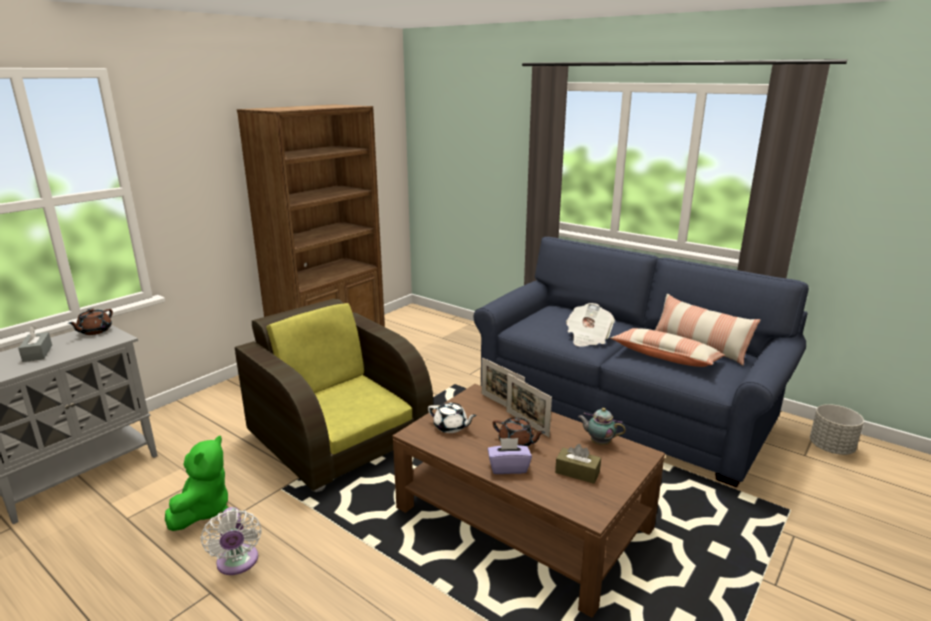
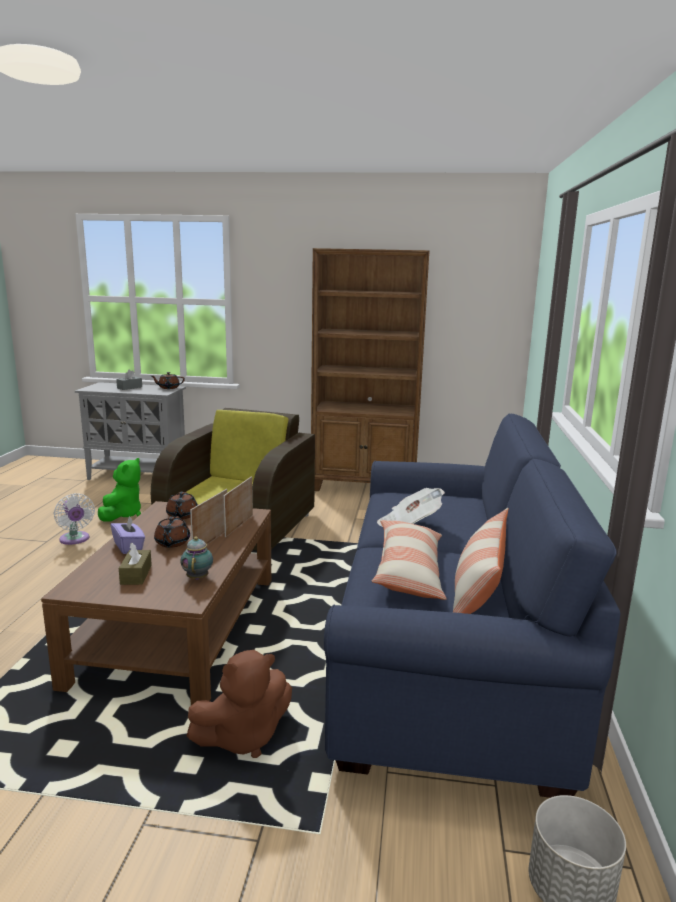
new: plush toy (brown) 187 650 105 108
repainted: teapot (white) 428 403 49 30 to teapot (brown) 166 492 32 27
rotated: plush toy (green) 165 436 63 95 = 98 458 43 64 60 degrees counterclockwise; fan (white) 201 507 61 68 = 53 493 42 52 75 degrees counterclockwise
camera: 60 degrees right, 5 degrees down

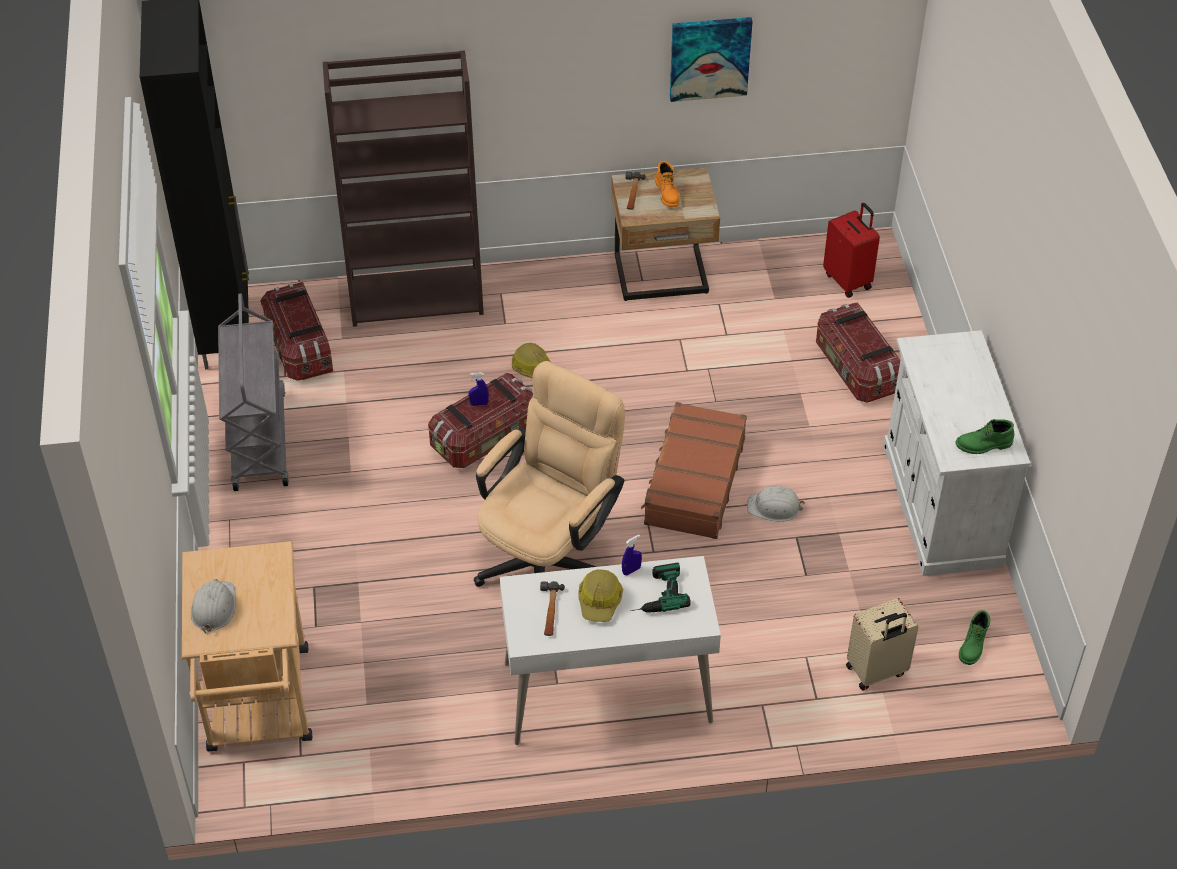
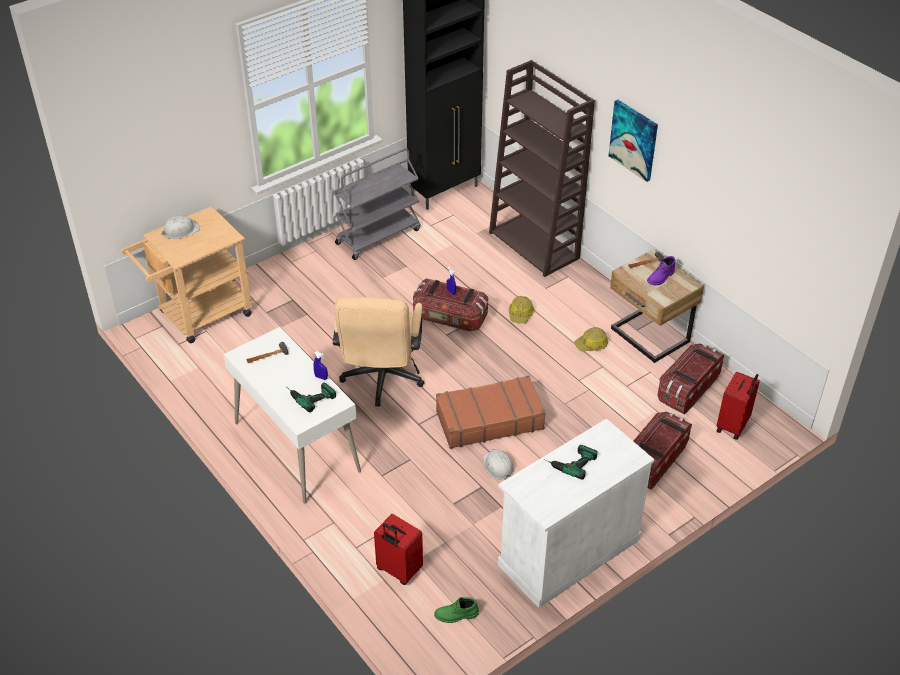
gone: boot (green) 955 419 59 35
new: power drill 543 445 55 35
shifted: storage box 260 282 73 99 to 657 344 67 71; hard hat 578 569 45 53 to 574 327 34 24; picture 670 17 83 85 to 609 100 49 82
repainted: boot (orange) 655 161 25 46 to boot (purple) 647 256 28 29; suitcase (beige) 846 598 72 92 to suitcase (red) 374 514 49 71
rotated: office chair (beige) 474 361 151 226 = 333 297 91 110 90 degrees clockwise
camera: 60 degrees right, 5 degrees down

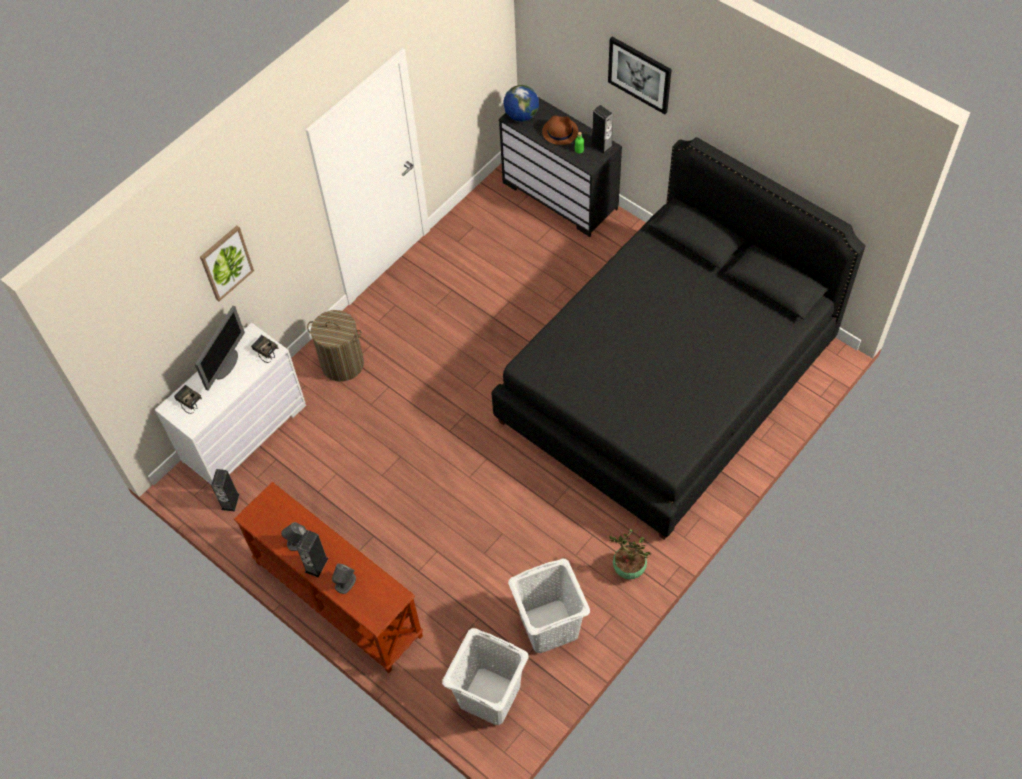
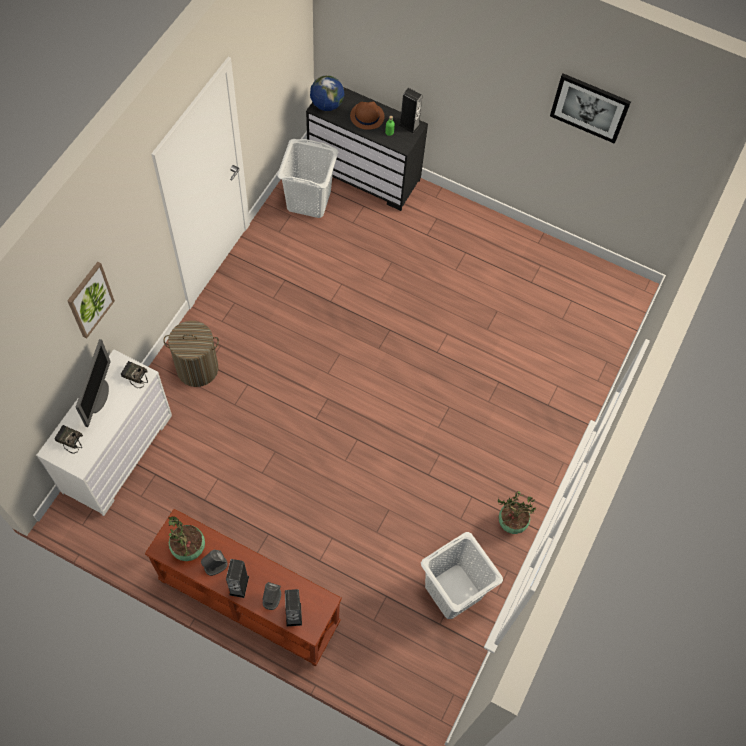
gone: bed (black) 491 137 374 403
new: potted plant 169 516 36 45
shifted: speaker 211 469 29 43 to 285 589 17 37; laundry basket (white) 442 628 87 97 to 277 139 62 79; picture 608 37 64 77 to 550 74 81 70
camera: 20 degrees left, 5 degrees up

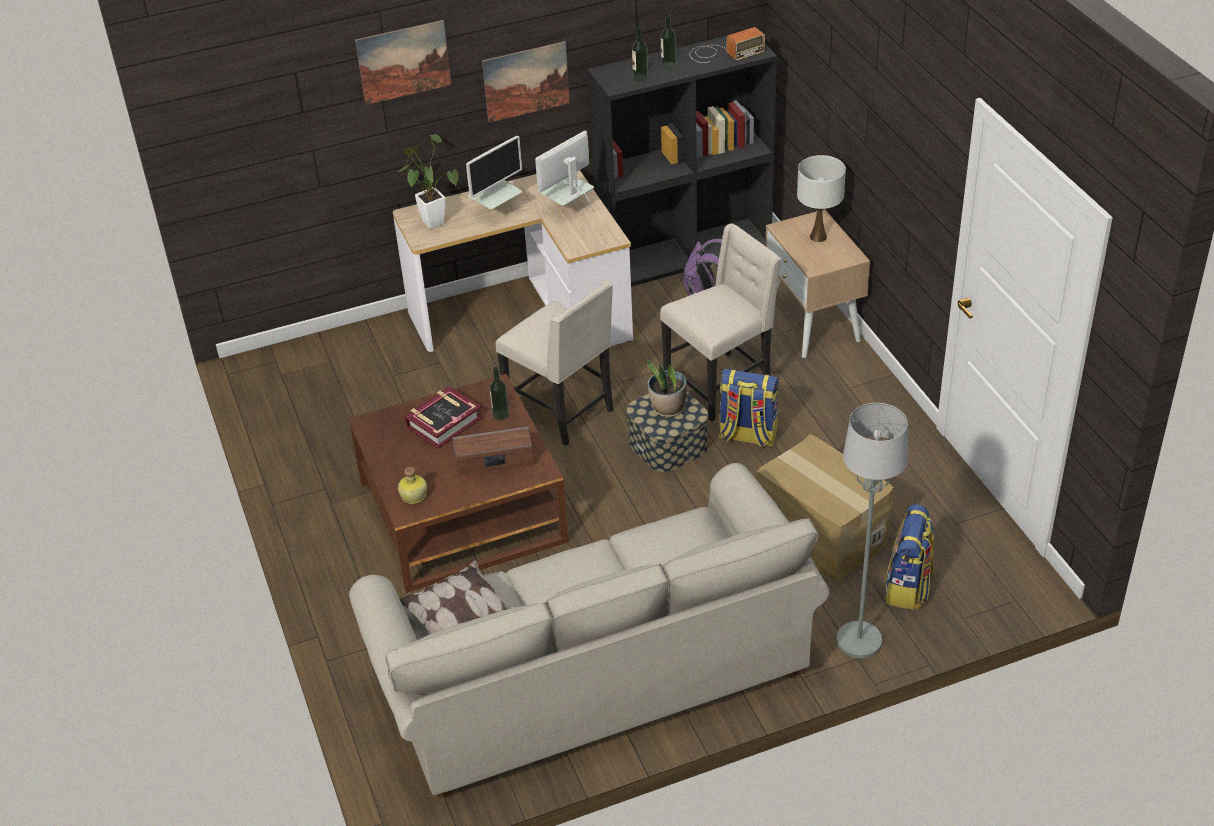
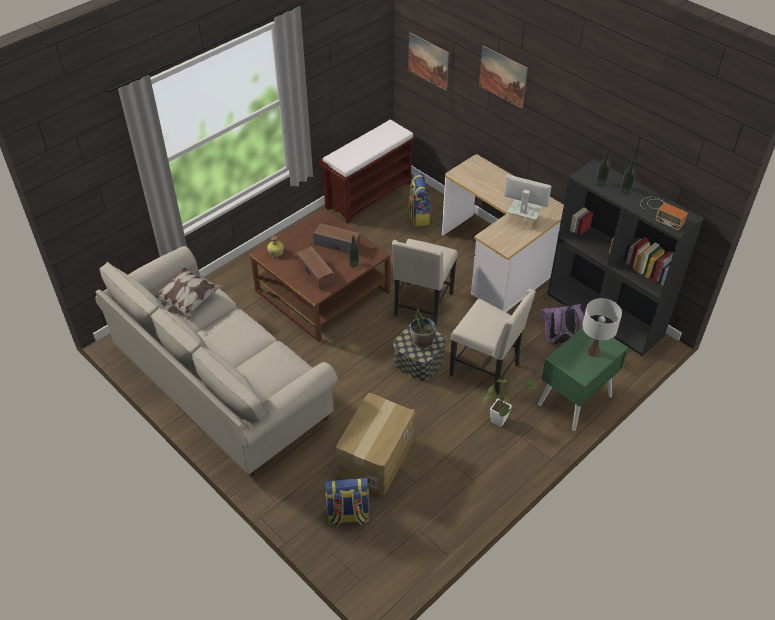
gone: monitor 466 136 56 73; floor lamp (grey) 836 403 72 255
new: bench (brown) 319 120 97 103
shifted: potted plant 398 134 60 95 to 483 373 53 54; picture 482 41 88 82 to 408 32 41 59; backpack 719 369 60 78 to 407 173 24 53
swapped: book 405 386 78 63 to speaker 313 223 47 30
repainted: nightstand (beige) 766 209 104 149 to nightstand (green) 538 328 90 103
camera: 65 degrees right, 5 degrees up

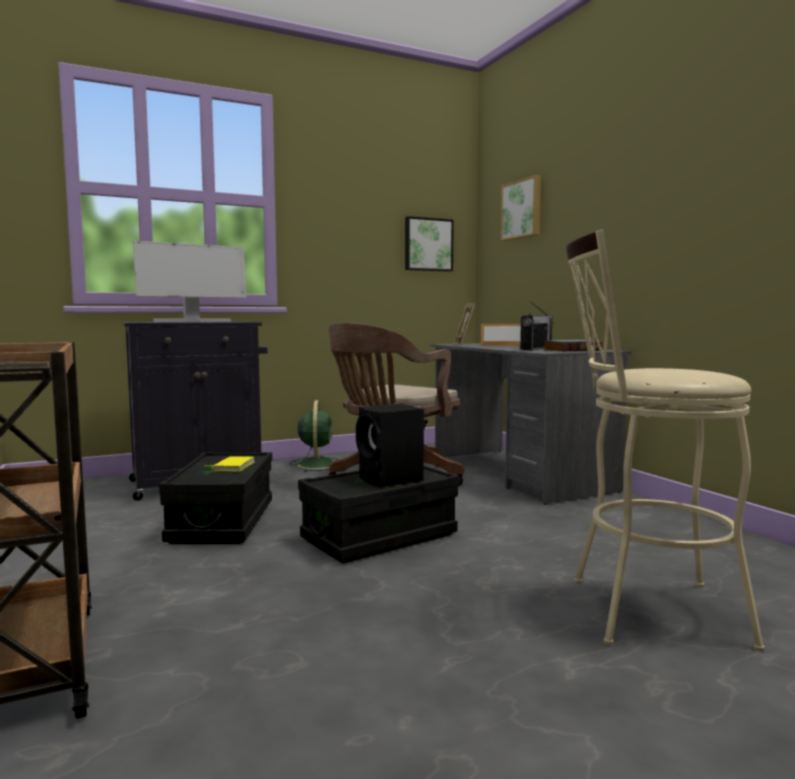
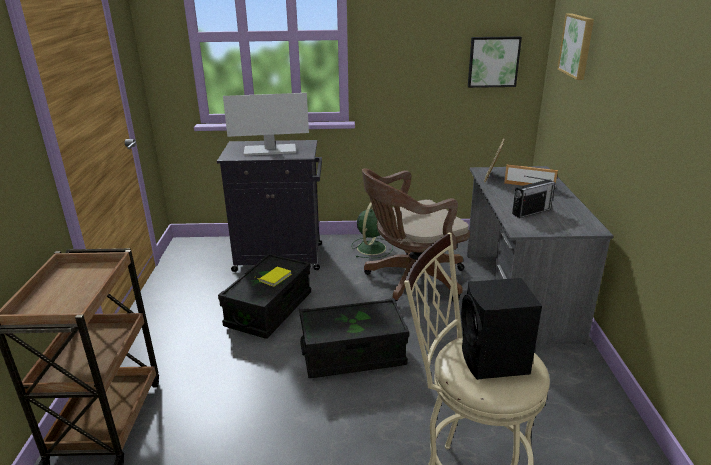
gone: book 545 340 58 12
shifted: speaker (black) 356 404 68 84 to 461 278 81 102
camera: 25 degrees right, 20 degrees up

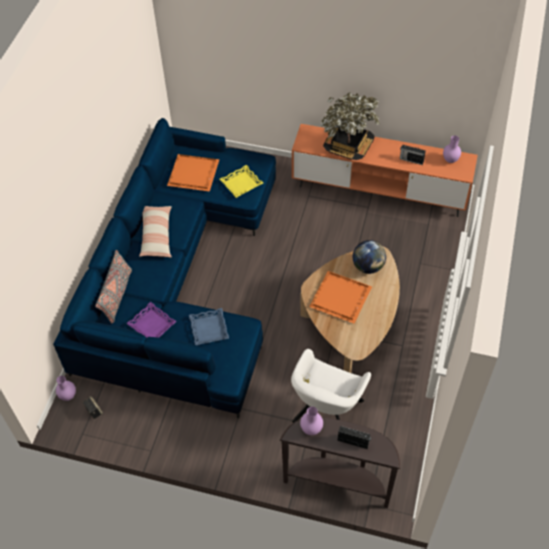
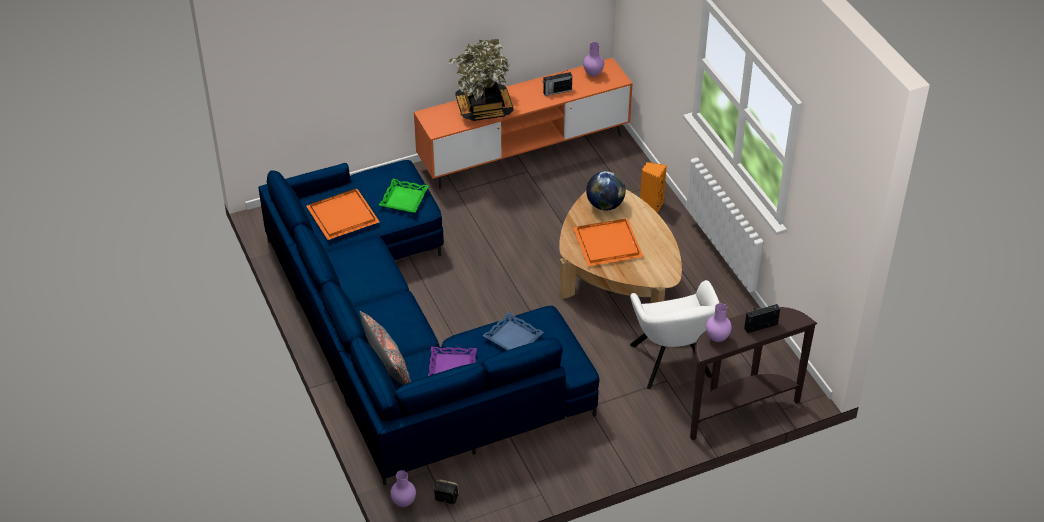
gone: pillow 139 206 33 52
new: speaker (orange) 640 162 27 50
repainted: tray (yellow) 220 165 43 33 to tray (green) 379 179 50 34
camera: 40 degrees left, 10 degrees down

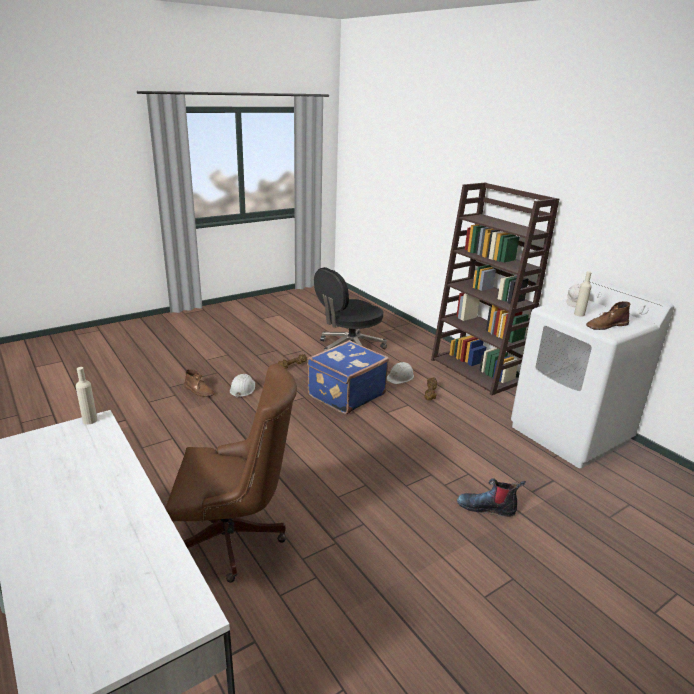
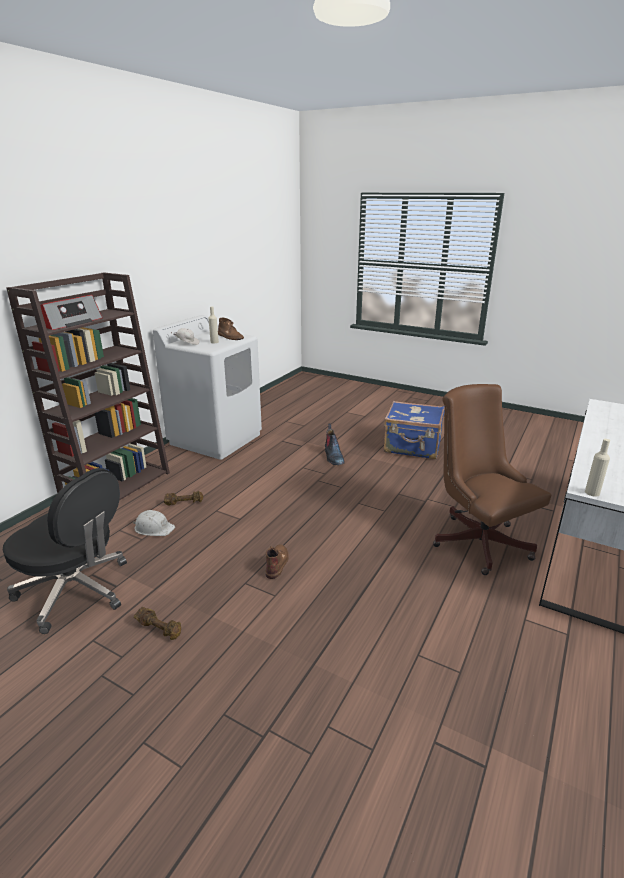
gone: hard hat (white) 230 374 25 23
new: radio 40 295 63 35
shifted: boot (brown) 184 369 31 28 to 265 544 24 35; suitcase (blue) 307 340 82 74 to 384 401 60 58
camera: 115 degrees left, 0 degrees up

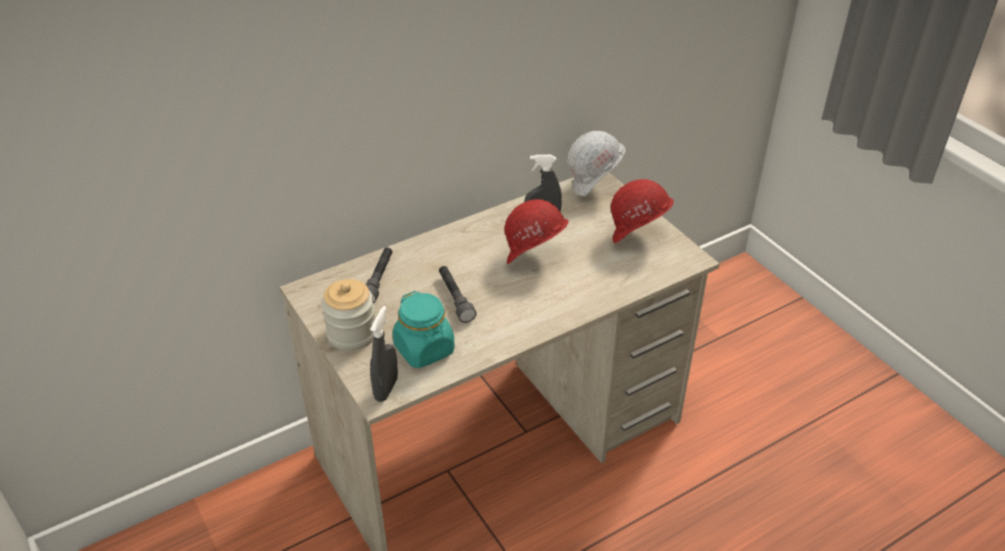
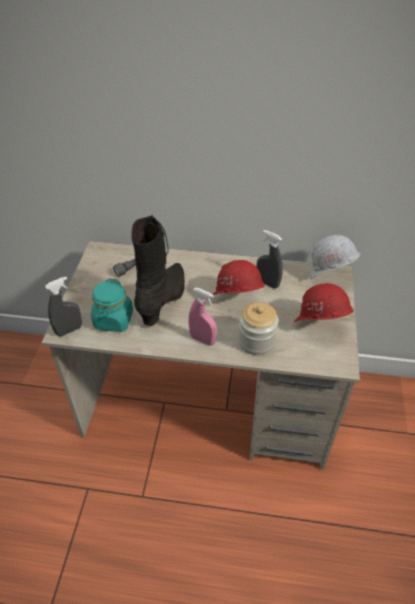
new: spray bottle (pink) 189 288 28 58
shifted: jar 321 279 54 72 to 238 302 41 53
swapped: flashlight (grey) 439 266 38 57 to boot (black) 131 215 54 111
camera: 40 degrees right, 5 degrees up

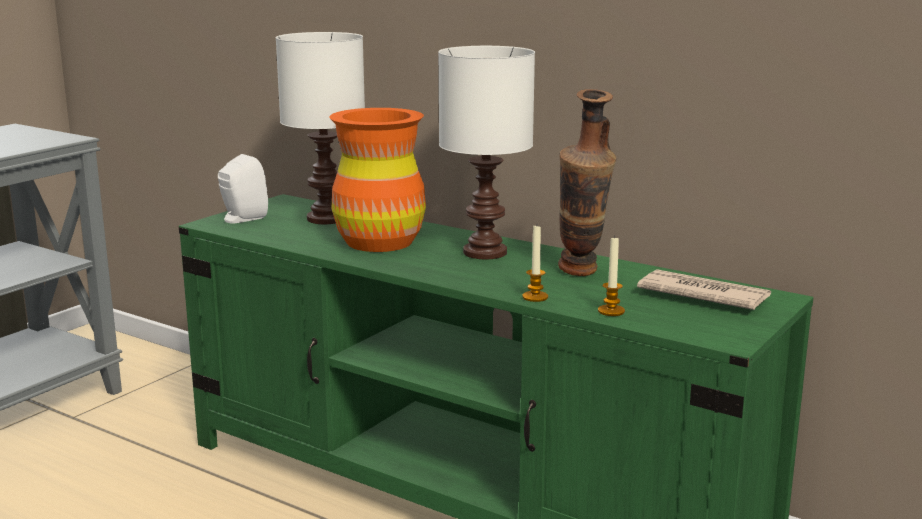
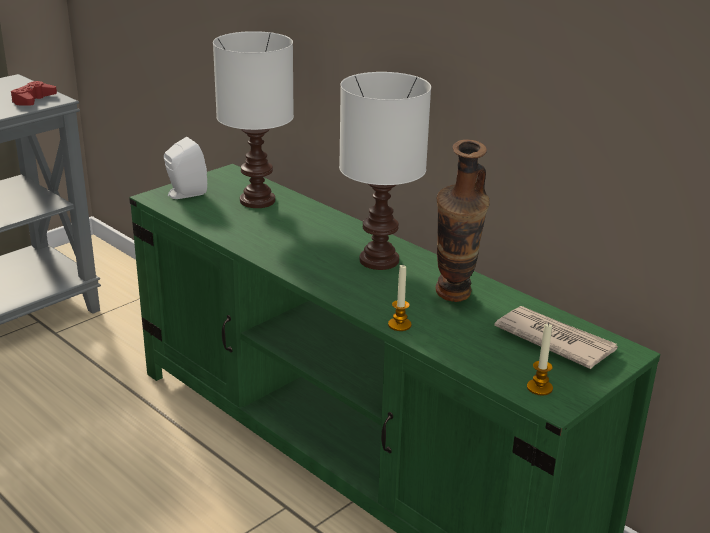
gone: vase (orange) 329 108 97 144
new: game controller (red) 11 81 46 25
shifted: candle 598 237 27 79 to 527 323 26 73
camera: 10 degrees right, 10 degrees up

